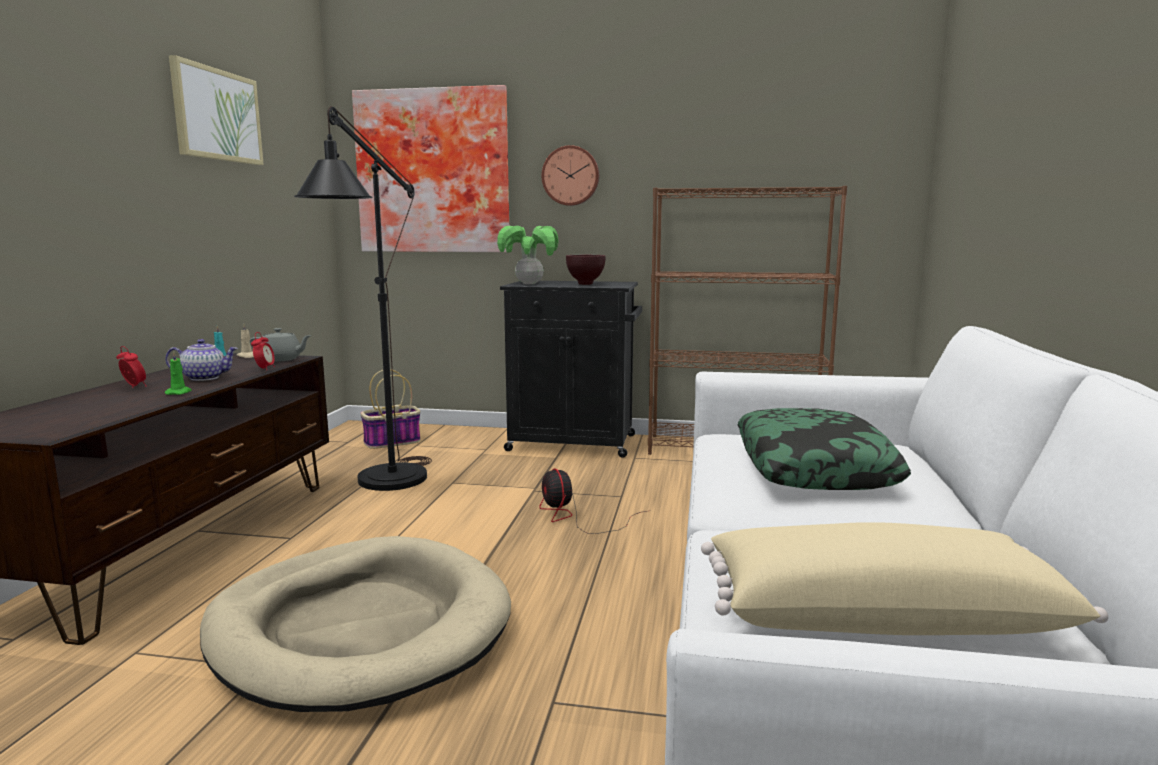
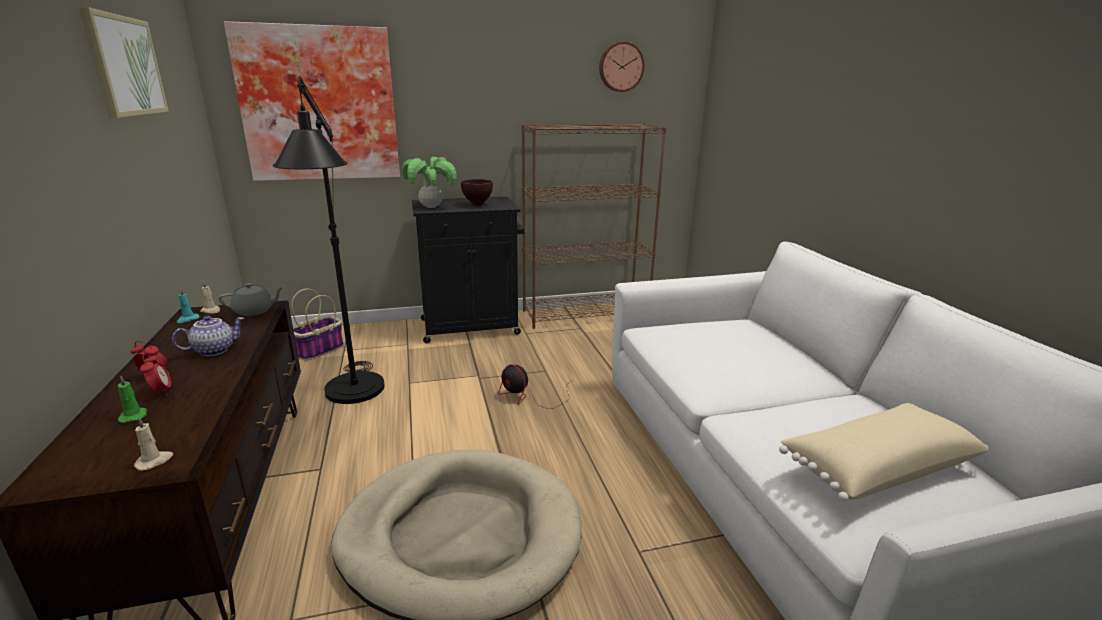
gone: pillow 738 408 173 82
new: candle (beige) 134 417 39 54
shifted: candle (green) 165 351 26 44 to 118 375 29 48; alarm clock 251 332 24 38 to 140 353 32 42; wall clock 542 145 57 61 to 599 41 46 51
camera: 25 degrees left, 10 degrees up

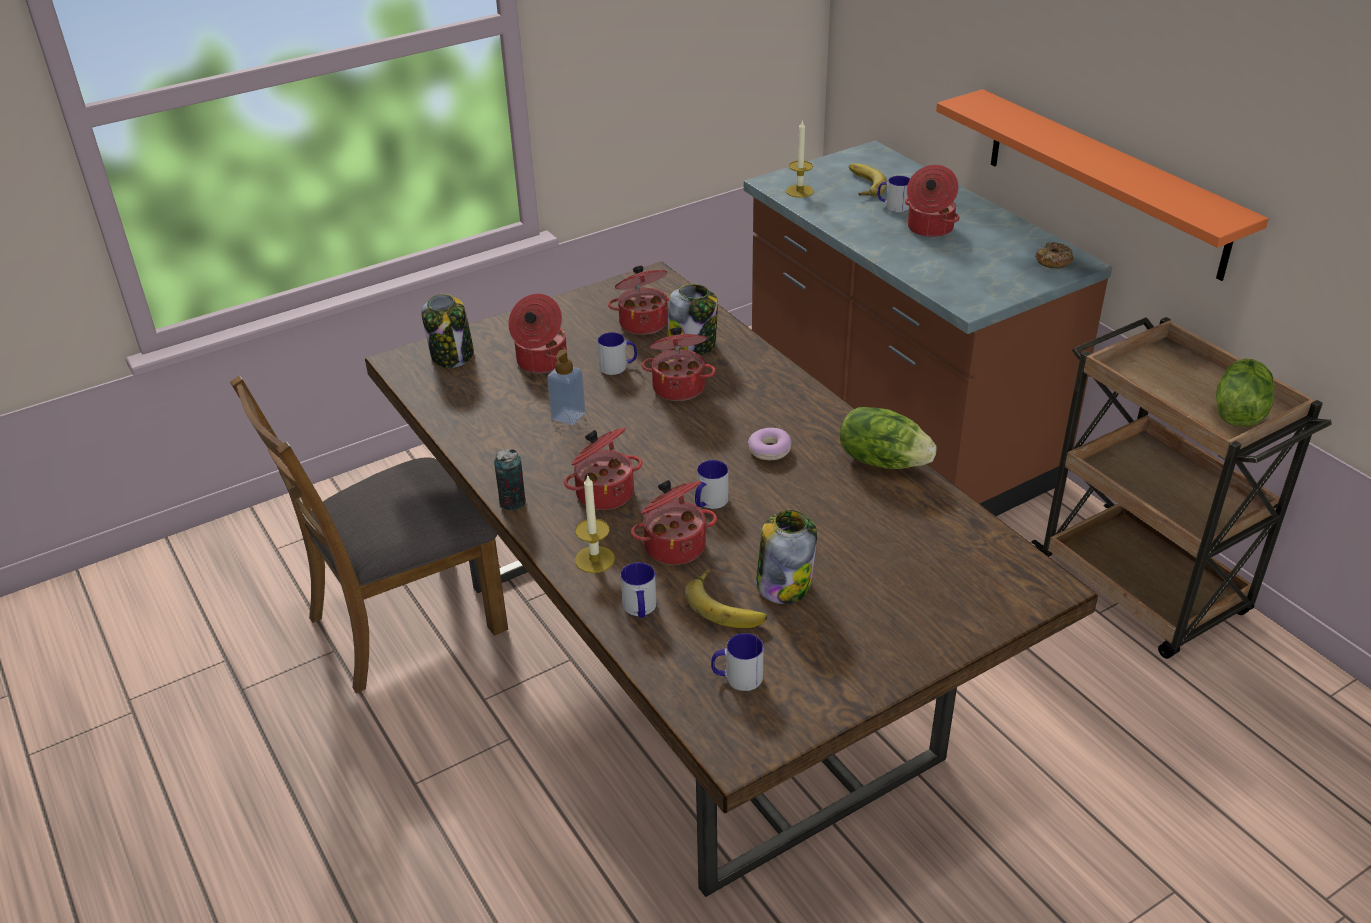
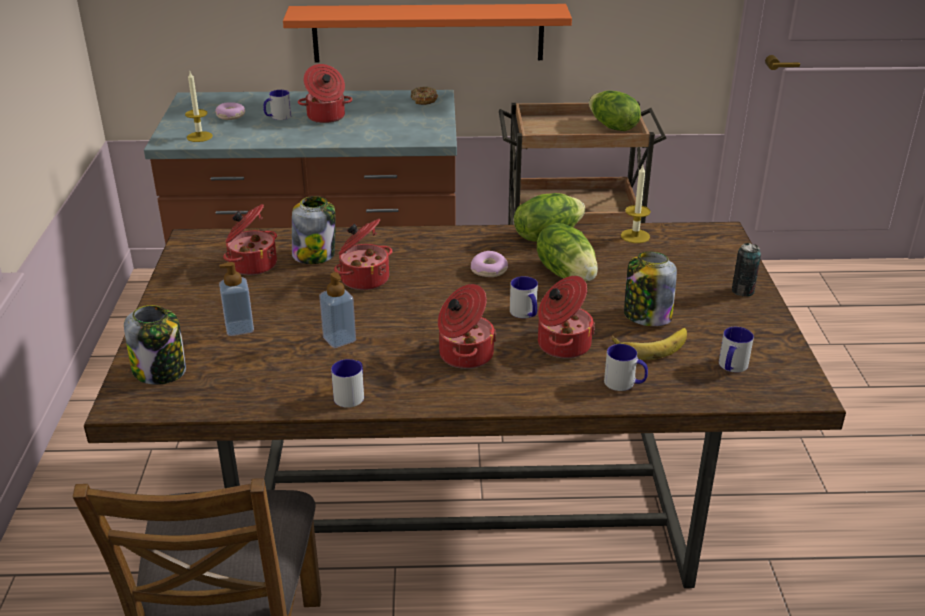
new: lettuce 537 223 61 59
shifted: can 494 449 32 61 to 732 243 29 54; candle 575 474 40 99 to 621 165 30 78; mug 597 332 40 43 to 331 359 33 49
swapped: cooking pot 508 294 59 79 to soap dispenser 219 262 35 74; banana 849 163 38 34 to donut 215 102 30 18
camera: 60 degrees left, 5 degrees down

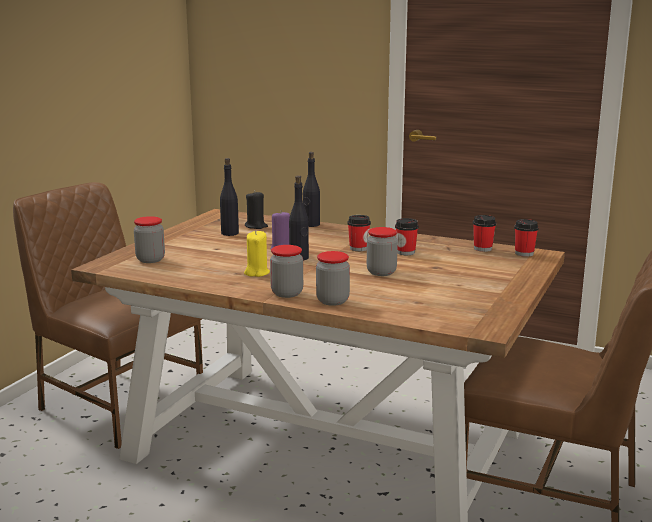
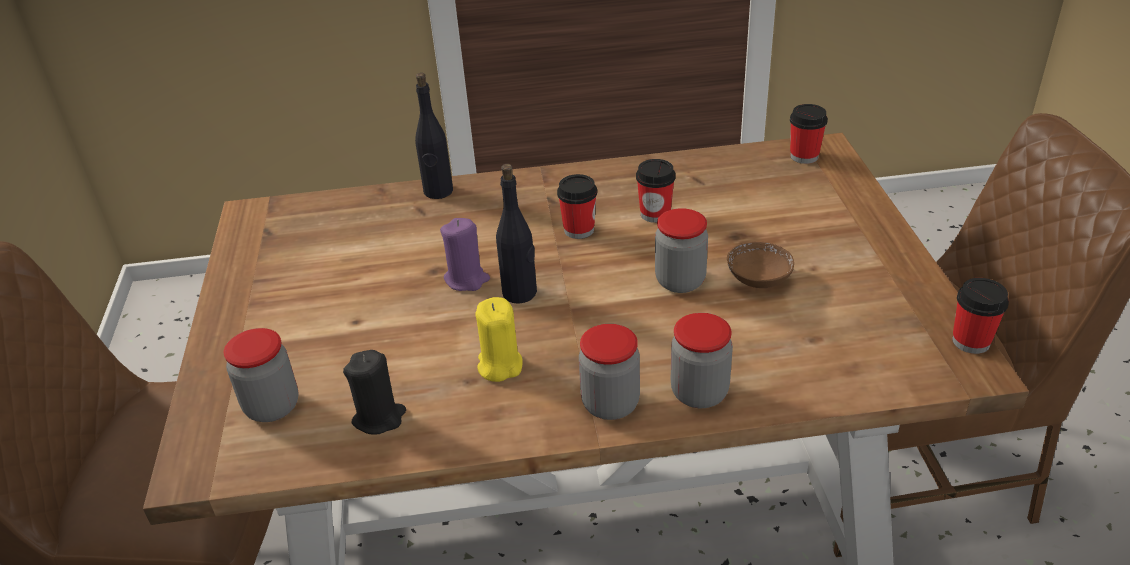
gone: bottle (black) 220 158 19 78
new: bowl (brown) 727 242 67 46
shifted: candle (black) 245 192 23 37 to 343 350 63 85; cup 473 215 23 37 to 952 278 57 76
camera: 30 degrees left, 20 degrees up

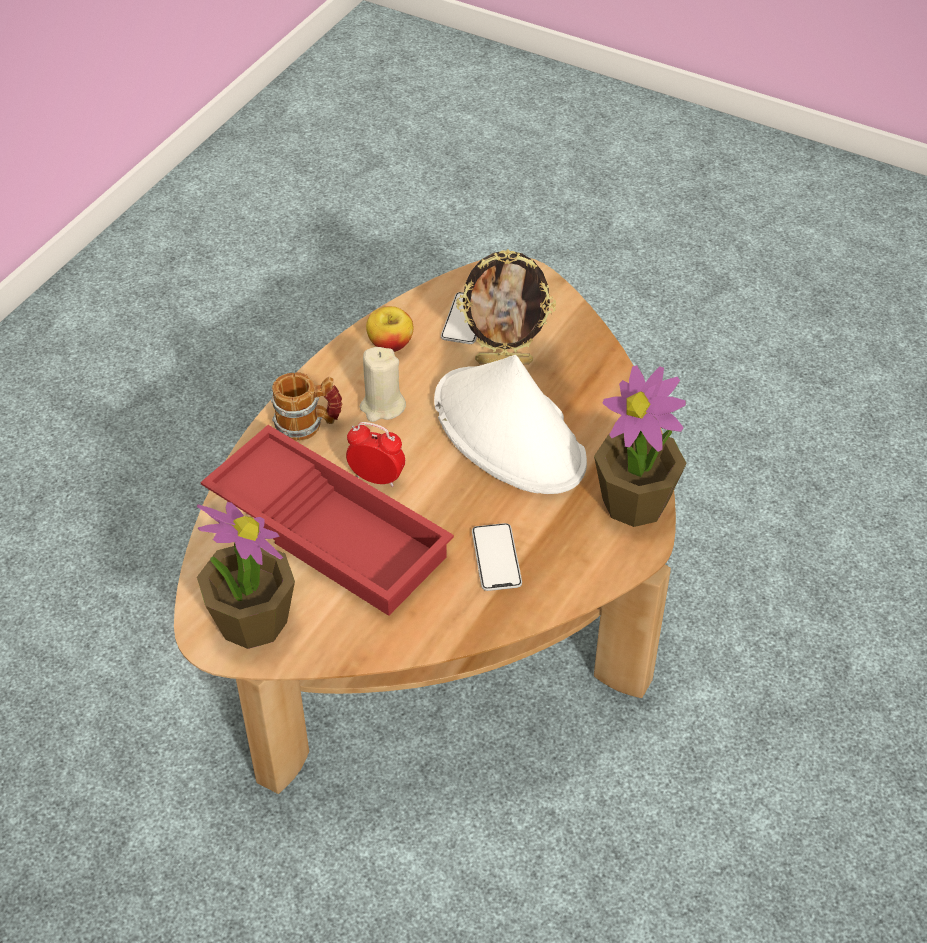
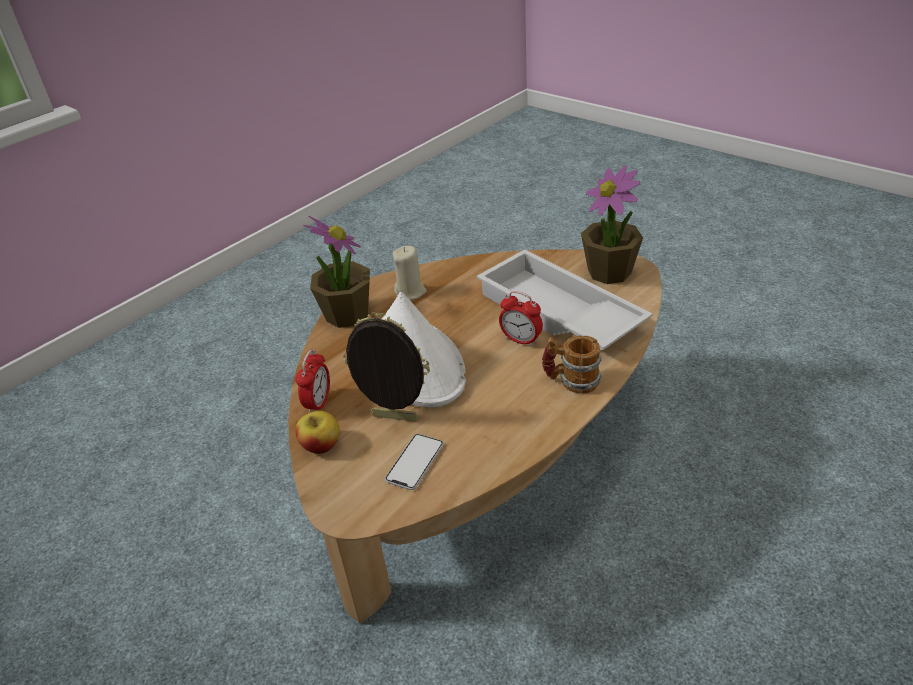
gone: phone 472 523 50 68
new: alarm clock 295 350 35 63
shifted: candle (beige) 360 347 46 75 to 393 246 34 54; apple 366 306 47 46 to 295 411 45 43
repainted: tray (red) 200 425 254 191 to tray (white) 477 250 176 100
camera: 165 degrees left, 10 degrees down

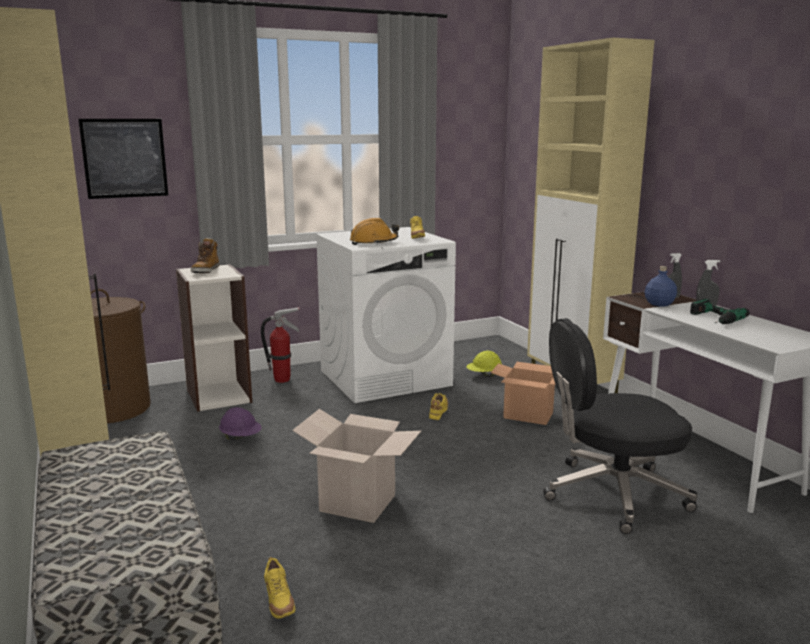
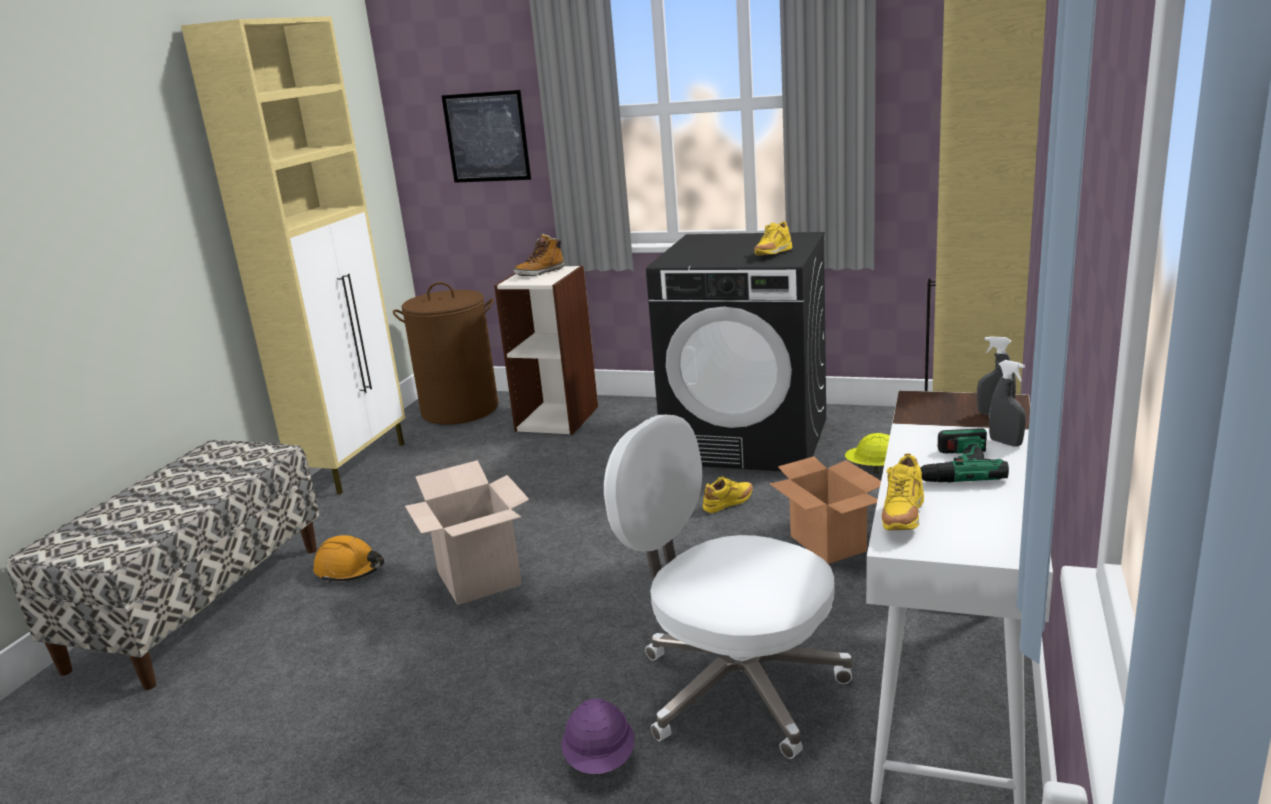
gone: fire extinguisher 261 307 38 76; bottle (blue) 645 266 32 41
shifted: hard hat (purple) 219 407 43 34 to 561 698 73 76; shoe (yellow) 264 557 31 62 to 882 453 42 77; hard hat (orange) 350 218 49 27 to 313 535 71 48
repainted: washing machine (white) 315 227 141 176 to washing machine (black) 646 232 180 239; office chair (black) 543 318 155 216 to office chair (white) 604 415 248 344
camera: 45 degrees right, 5 degrees up

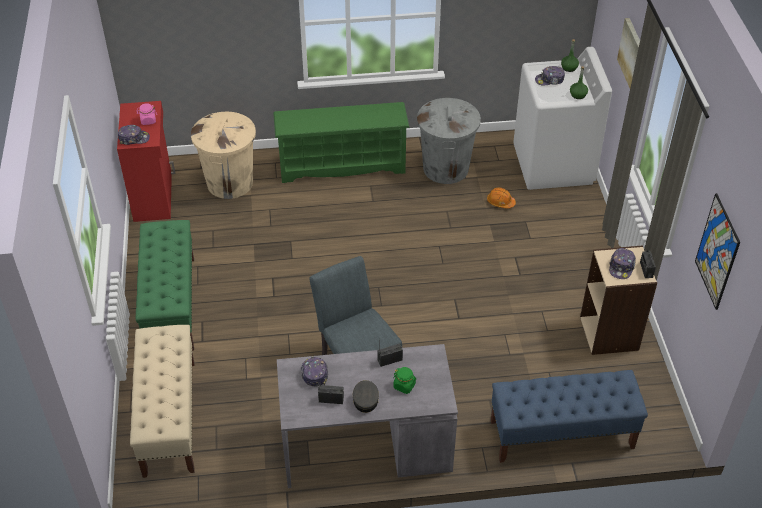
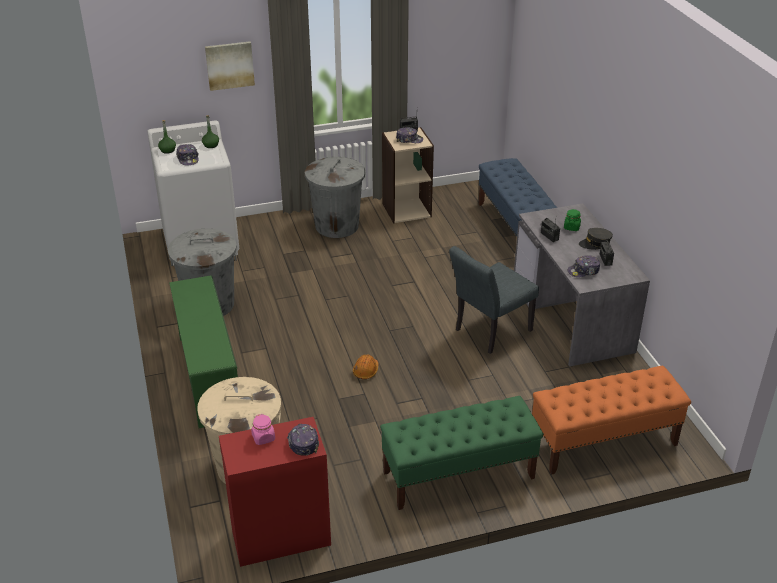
gone: picture 695 193 45 117
new: trash can (grey) 305 157 60 81
shifted: hard hat (orange) 487 187 29 22 to 353 354 26 26
repainted: bench (beige) 130 325 65 153 to bench (orange) 532 366 159 109
camera: 100 degrees left, 10 degrees down

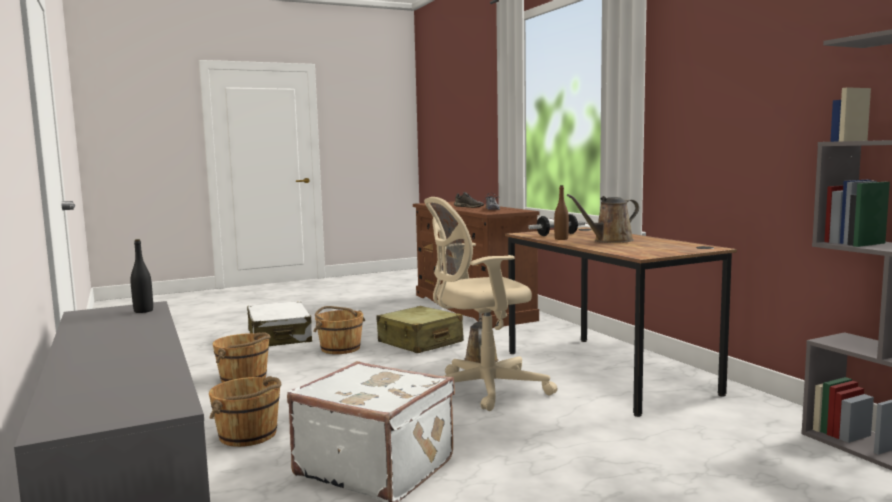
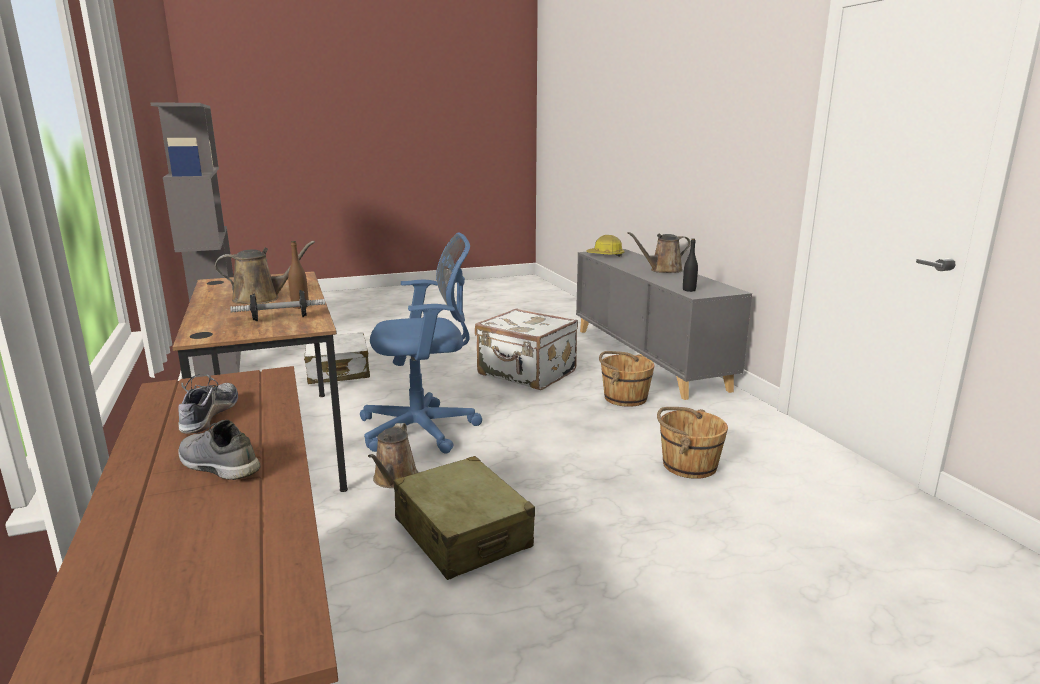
gone: bucket (brown) 313 306 52 48
new: hard hat 586 235 39 22; watering can (brown) 627 232 64 41
shifted: suitcase (white) 247 301 65 45 to 304 332 66 52
repainted: office chair (beige) 424 197 133 214 to office chair (blue) 360 233 122 220
camera: 175 degrees left, 10 degrees up

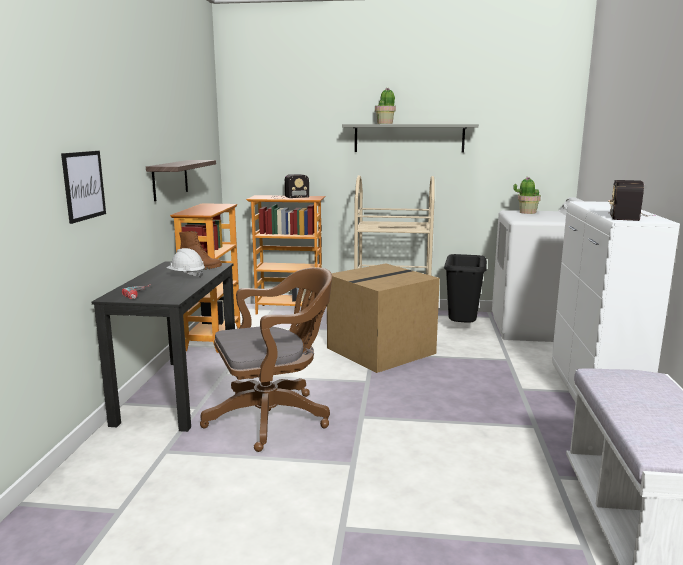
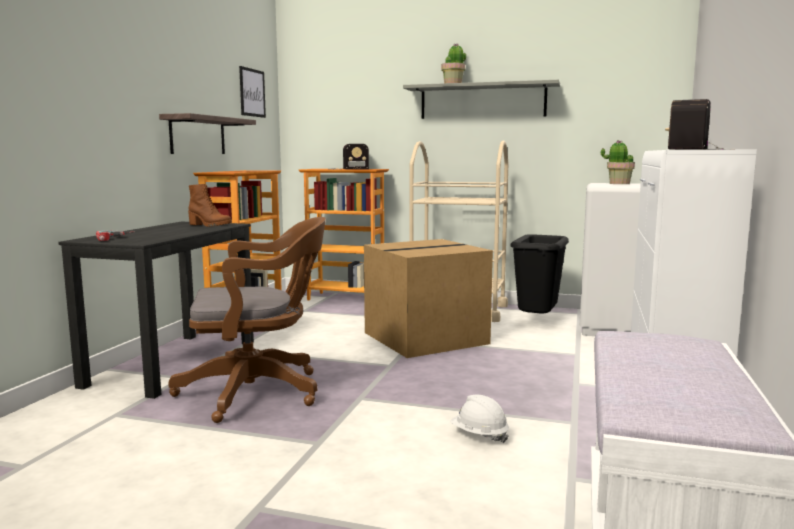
shifted: picture 61 151 45 73 to 239 66 27 52; hard hat (white) 167 248 38 30 to 450 395 59 48
camera: 10 degrees right, 5 degrees down

